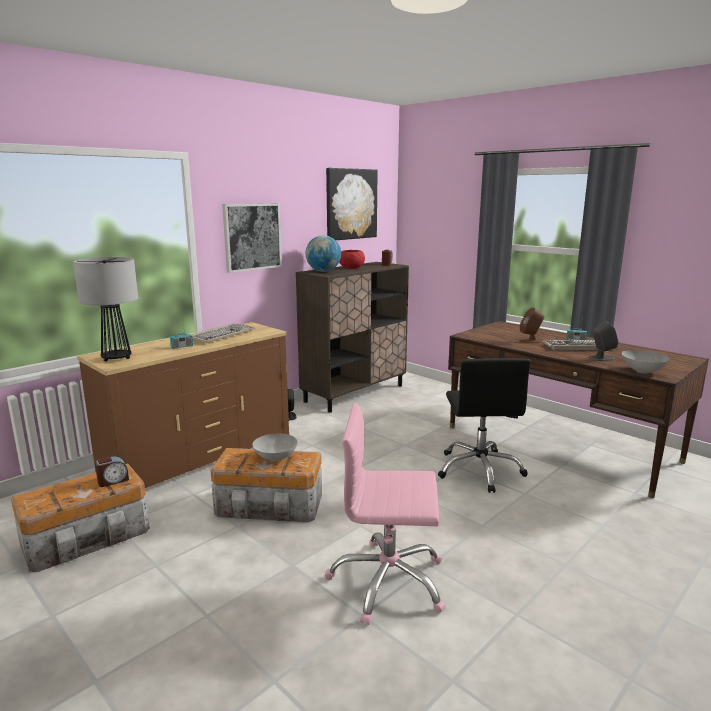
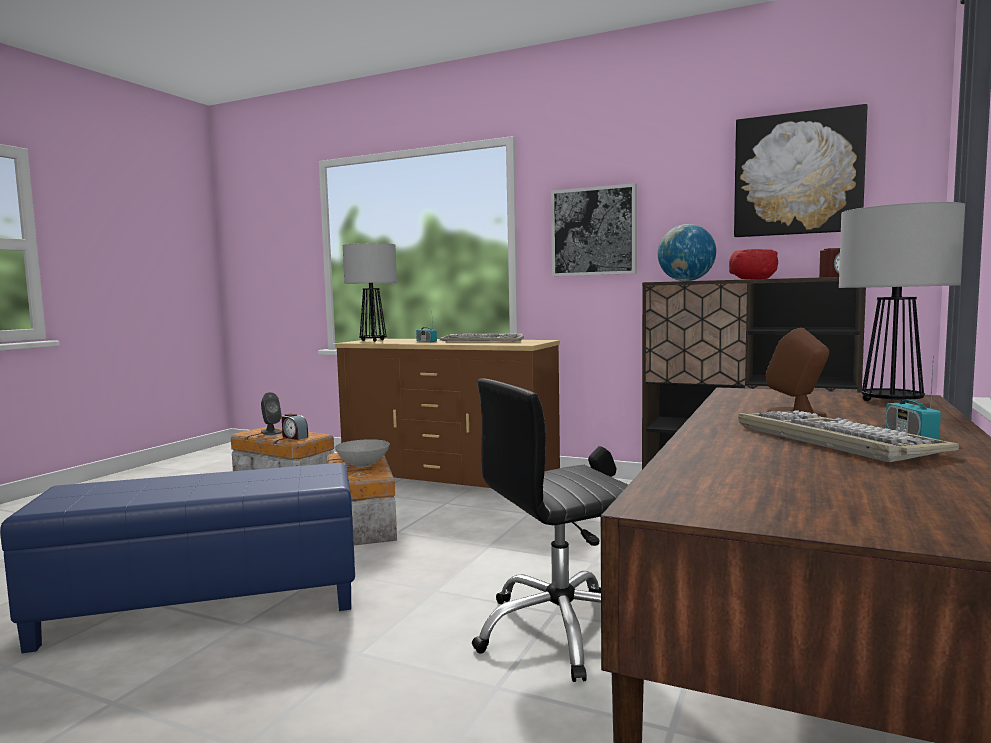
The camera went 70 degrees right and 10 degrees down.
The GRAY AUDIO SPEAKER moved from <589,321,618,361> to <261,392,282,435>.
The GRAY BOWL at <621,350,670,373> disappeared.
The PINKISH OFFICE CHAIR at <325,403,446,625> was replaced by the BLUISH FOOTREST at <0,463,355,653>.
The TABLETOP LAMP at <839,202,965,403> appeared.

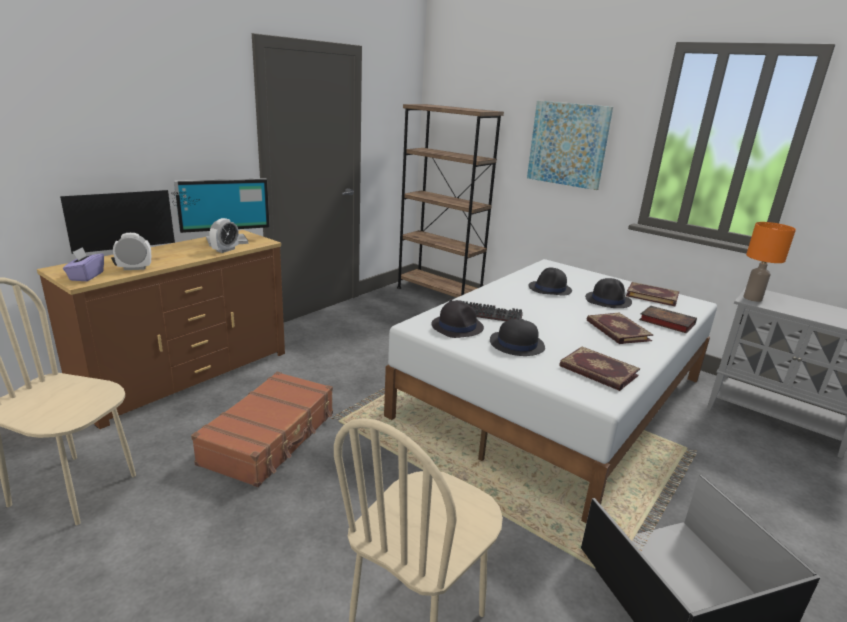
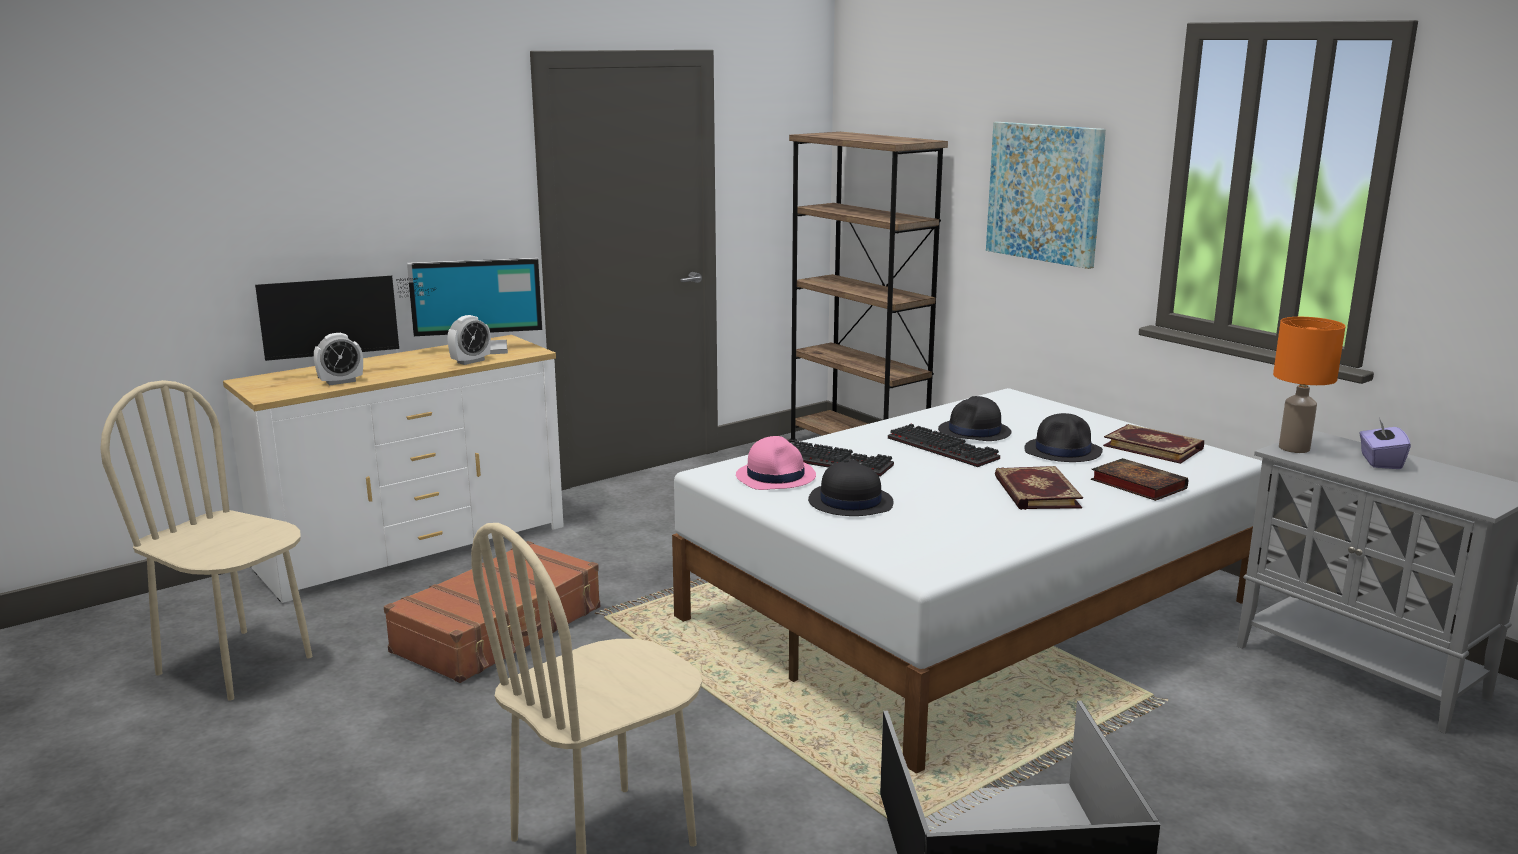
The camera went 15 degrees right and 5 degrees down.
The BROWN CHEST OF DRAWERS at <37,230,285,429> became the WHITE-COLOURED CHEST OF DRAWERS at <223,335,564,603>.
The TABLE CLOCK at <113,233,151,270> turned 150 degrees clockwise.
The PURPLE-COLOURED BOX OF TISSUES moved from <63,247,104,281> to <1359,418,1411,469>.
The BLACK WEARABLE HAT at <432,300,484,338> became the PINKISH WEARABLE HAT at <736,436,816,490>.
The BOOK at <560,347,640,391> disappeared.
The PC KEYBOARD at <888,424,1000,467> appeared.

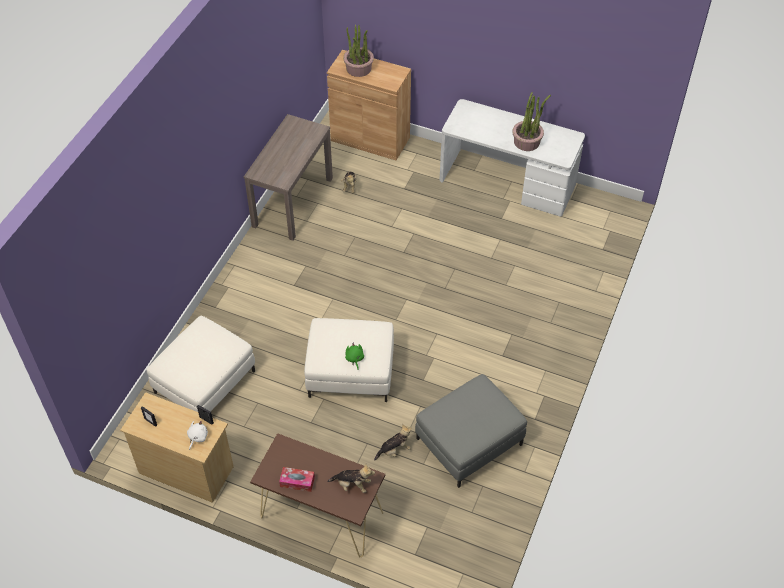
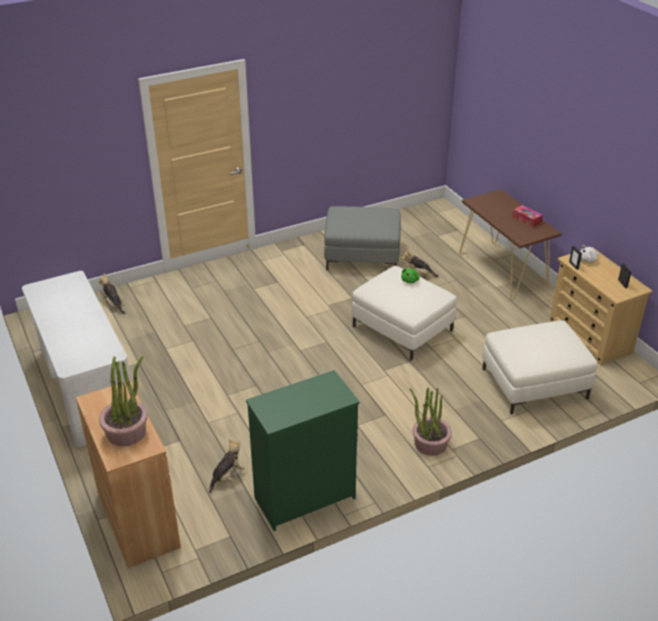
The camera went 140 degrees left and 15 degrees down.
The HOUSEPLANT moved from <512,92,551,151> to <410,388,452,456>.
The BROWN CONSOLE TABLE at <244,114,333,241> was replaced by the GREEN CHEST OF DRAWERS at <246,370,360,531>.
The PLUSH TOY moved from <327,464,375,493> to <99,273,126,314>.

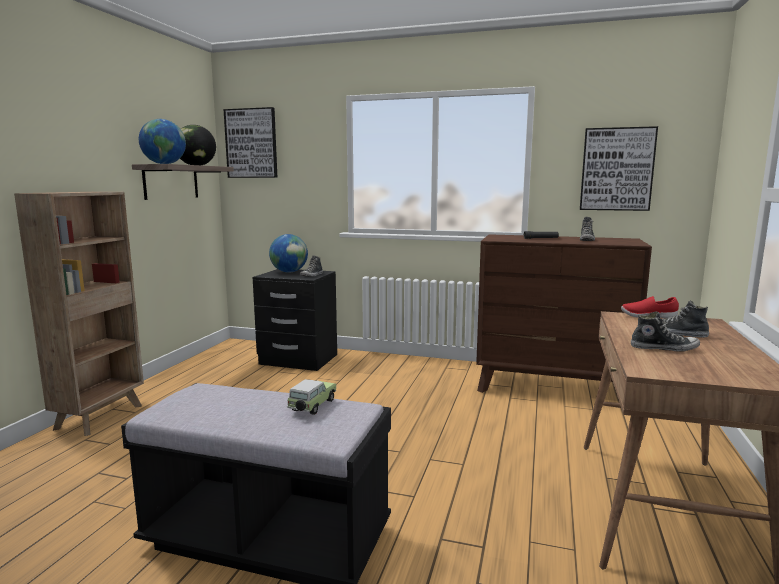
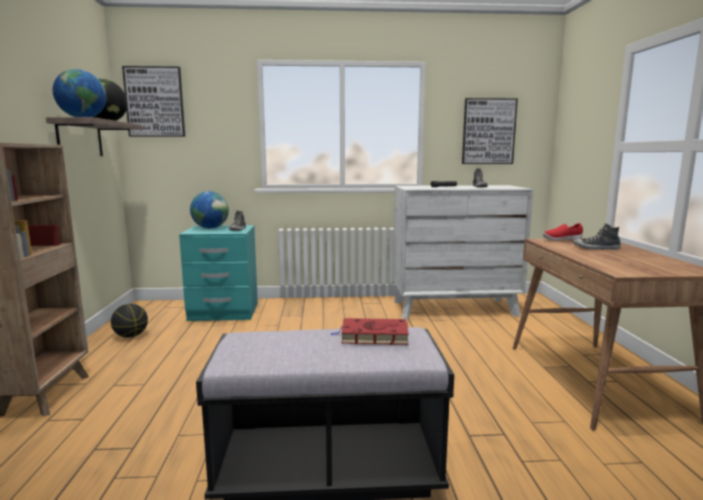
The camera went 20 degrees left and 0 degrees up.
The BROWN CHEST OF DRAWERS at <476,234,652,393> became the WHITE-COLOURED CHEST OF DRAWERS at <393,185,534,319>.
The BLACK NIGHT TABLE at <253,269,337,371> became the BLUE-GREEN NIGHT TABLE at <179,225,258,321>.
The LOW SHOE at <631,311,700,352> disappeared.
The MINIATURE CAR at <287,379,336,415> was replaced by the RED-COLOURED BOOK at <331,318,409,345>.
The BASKETBALL at <111,304,148,338> appeared.

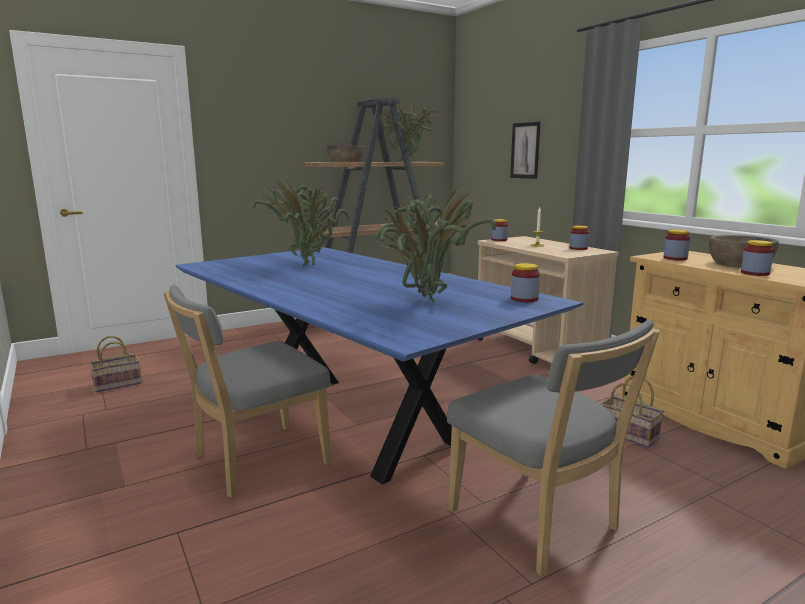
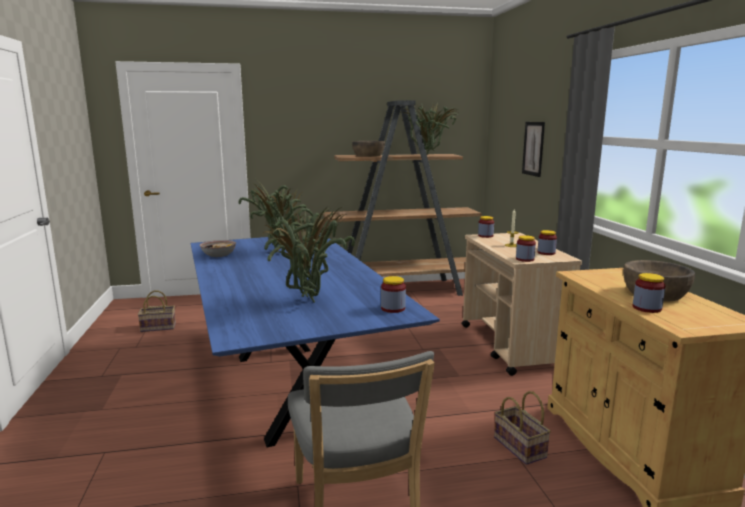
The camera went 20 degrees right and 0 degrees up.
The PRESERVE JAR moved from <664,230,690,261> to <516,235,536,262>.
The GRAY PLAIN CHAIR at <163,285,331,498> disappeared.
The BOWL at <200,240,236,257> appeared.

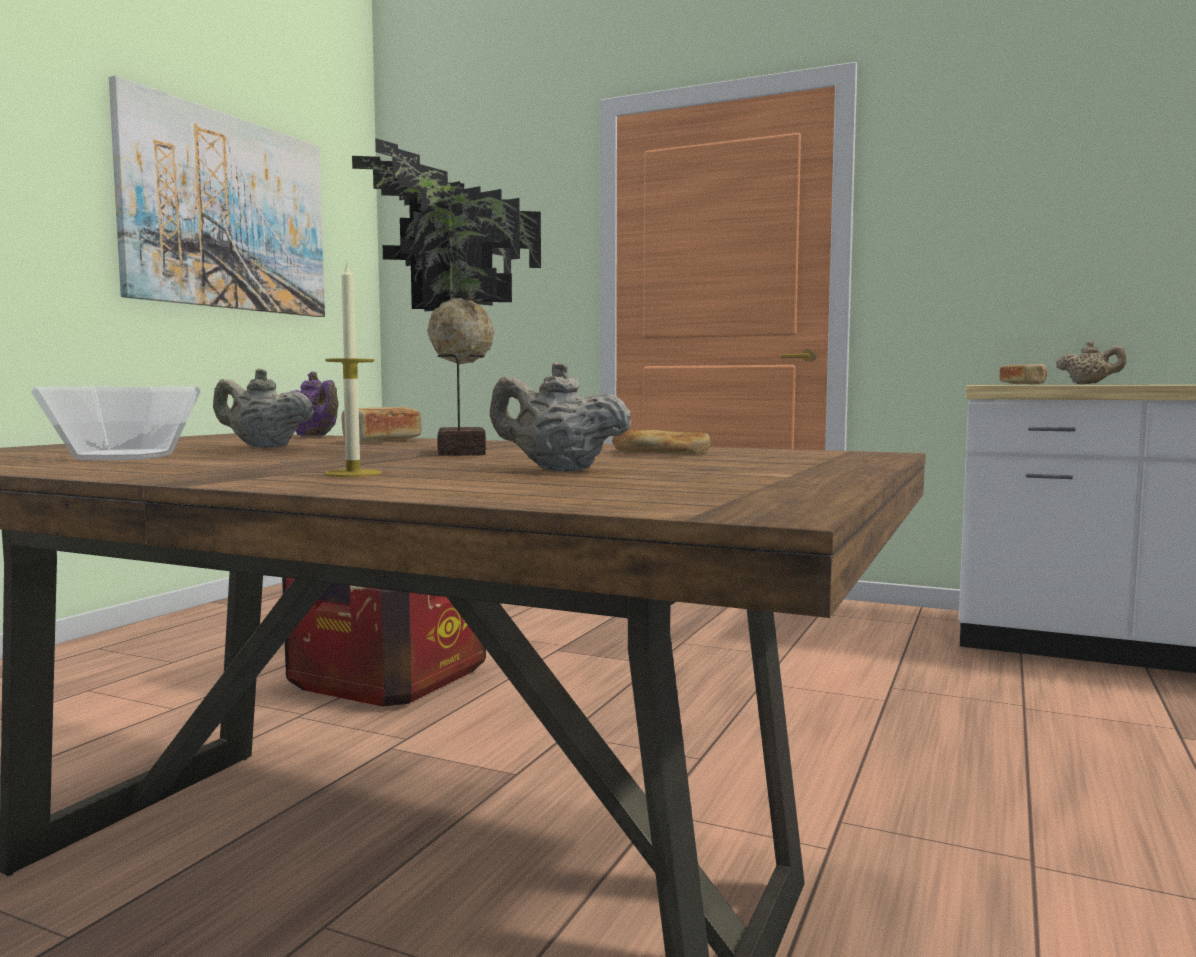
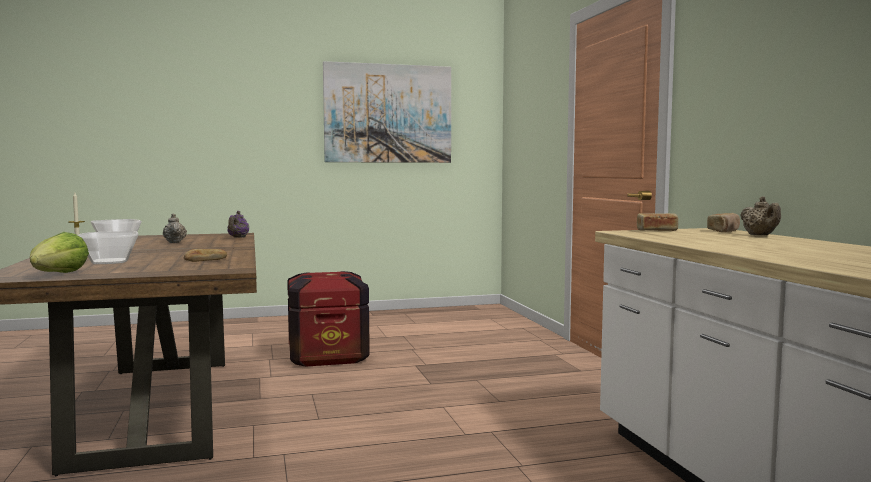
The camera went 50 degrees right and 0 degrees up.
The HOUSEPLANT at <352,138,541,456> disappeared.
The BEIGE TEAPOT at <490,362,632,472> was replaced by the BOWL at <78,231,138,264>.
The BREAD moved from <341,407,422,441> to <637,213,678,231>.
The HEAD OF LETTUCE at <30,232,89,273> appeared.

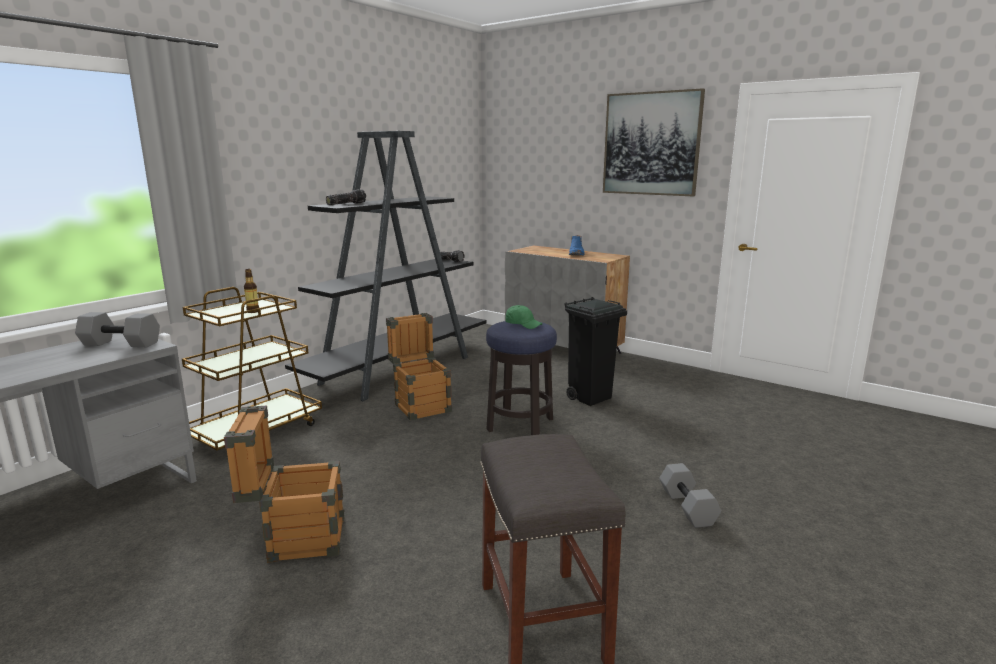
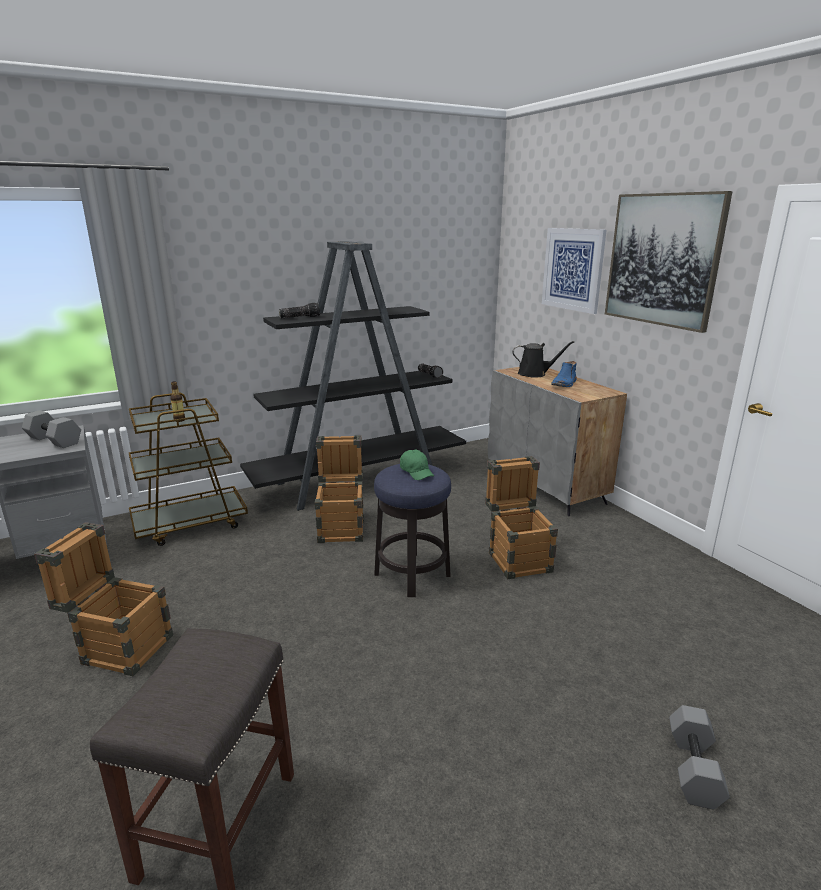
The camera went 25 degrees right and 5 degrees up.
The BLACK WASTE BIN at <564,297,627,406> was replaced by the PACKING CRATE at <485,456,558,579>.
The GRAY DUMBBELL moved from <659,463,721,528> to <669,705,730,810>.
The WALL ART at <542,228,607,314> appeared.
The BLACK WATERING CAN at <512,341,575,378> appeared.

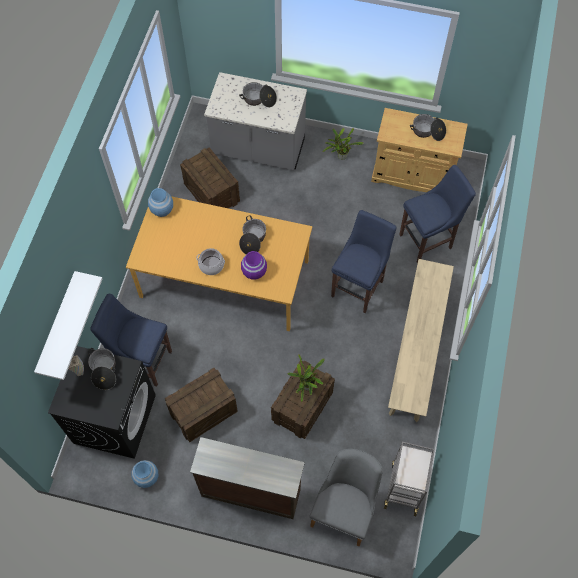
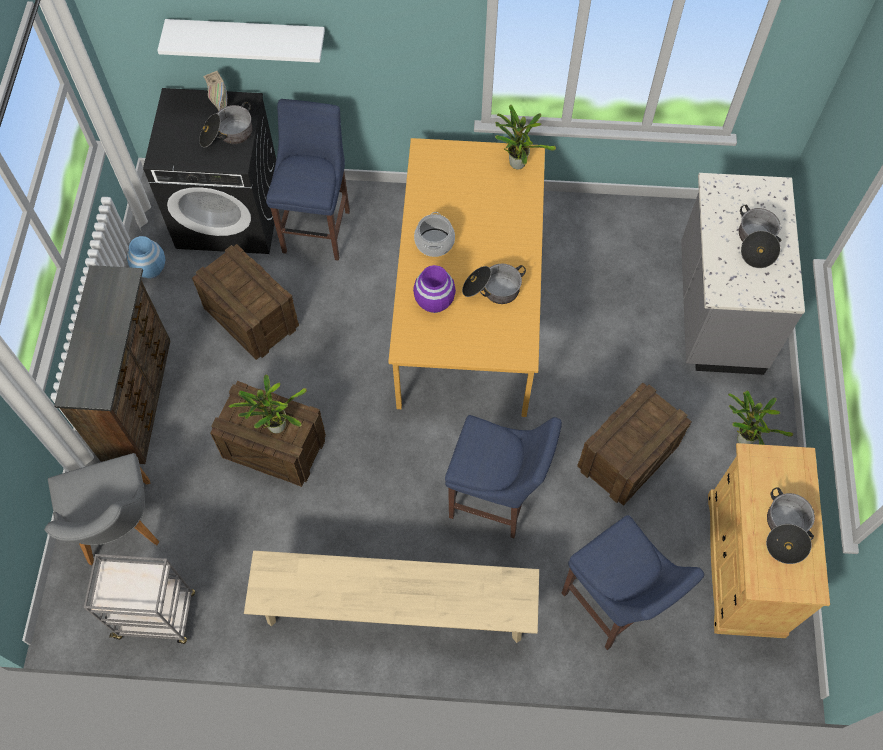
The camera went 80 degrees right and 0 degrees up.
The PACKING CRATE moved from <180,147,240,208> to <577,383,692,506>.
The BLUISH DECORATIVE VASE at <148,188,173,217> was replaced by the HOUSEPLANT at <495,105,556,169>.
The GRAY PLAIN CHAIR at <309,449,383,546> turned 60 degrees clockwise.

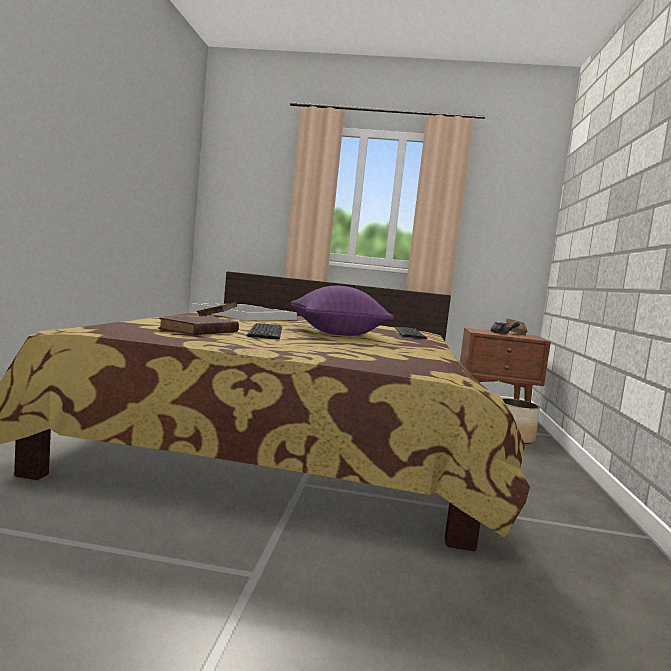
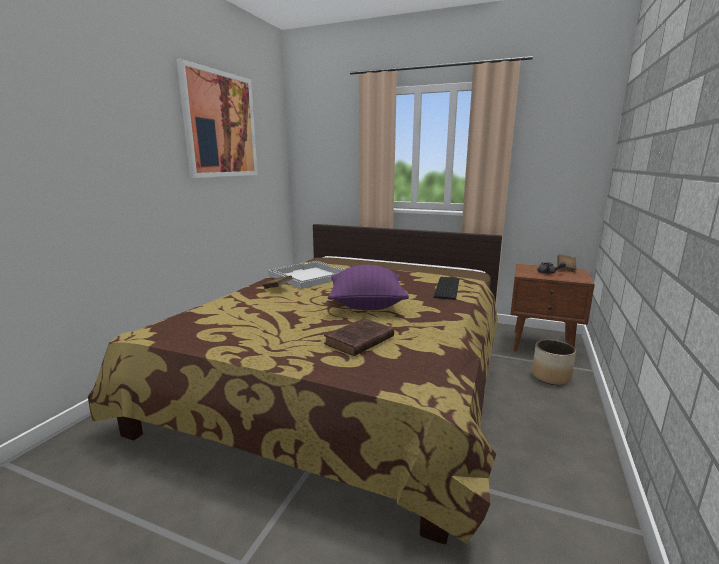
The camera went 15 degrees right and 10 degrees up.
The BROWN BOOK moved from <158,316,239,335> to <324,318,394,356>.
The PC KEYBOARD at <247,323,282,340> disappeared.
The WALL ART at <177,59,258,178> appeared.

